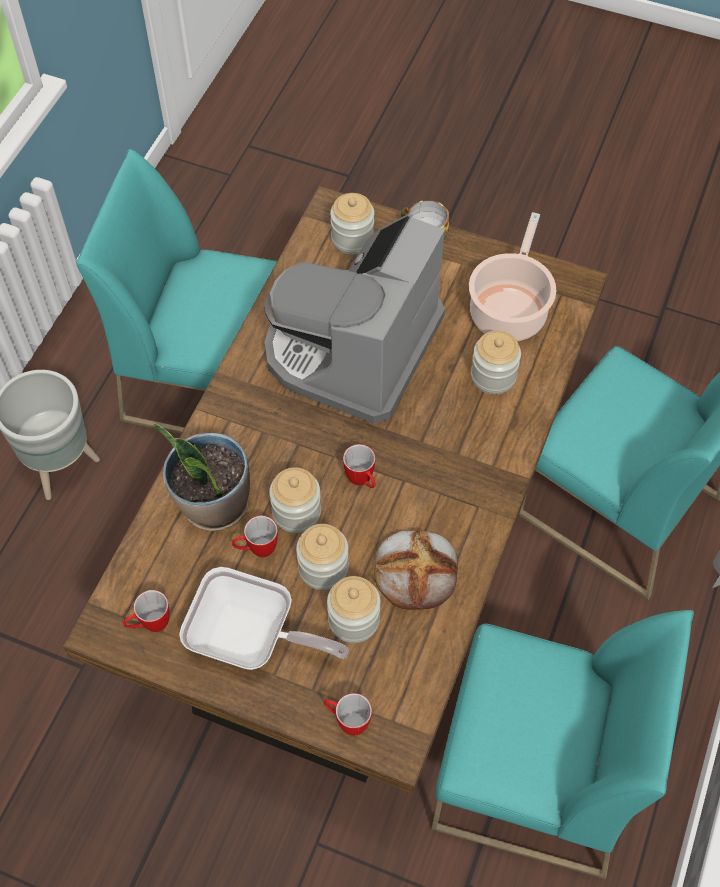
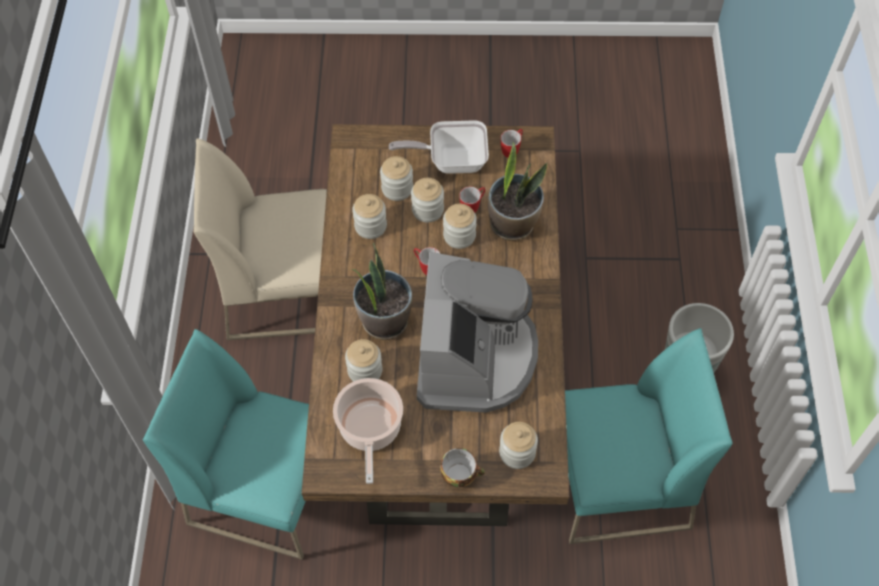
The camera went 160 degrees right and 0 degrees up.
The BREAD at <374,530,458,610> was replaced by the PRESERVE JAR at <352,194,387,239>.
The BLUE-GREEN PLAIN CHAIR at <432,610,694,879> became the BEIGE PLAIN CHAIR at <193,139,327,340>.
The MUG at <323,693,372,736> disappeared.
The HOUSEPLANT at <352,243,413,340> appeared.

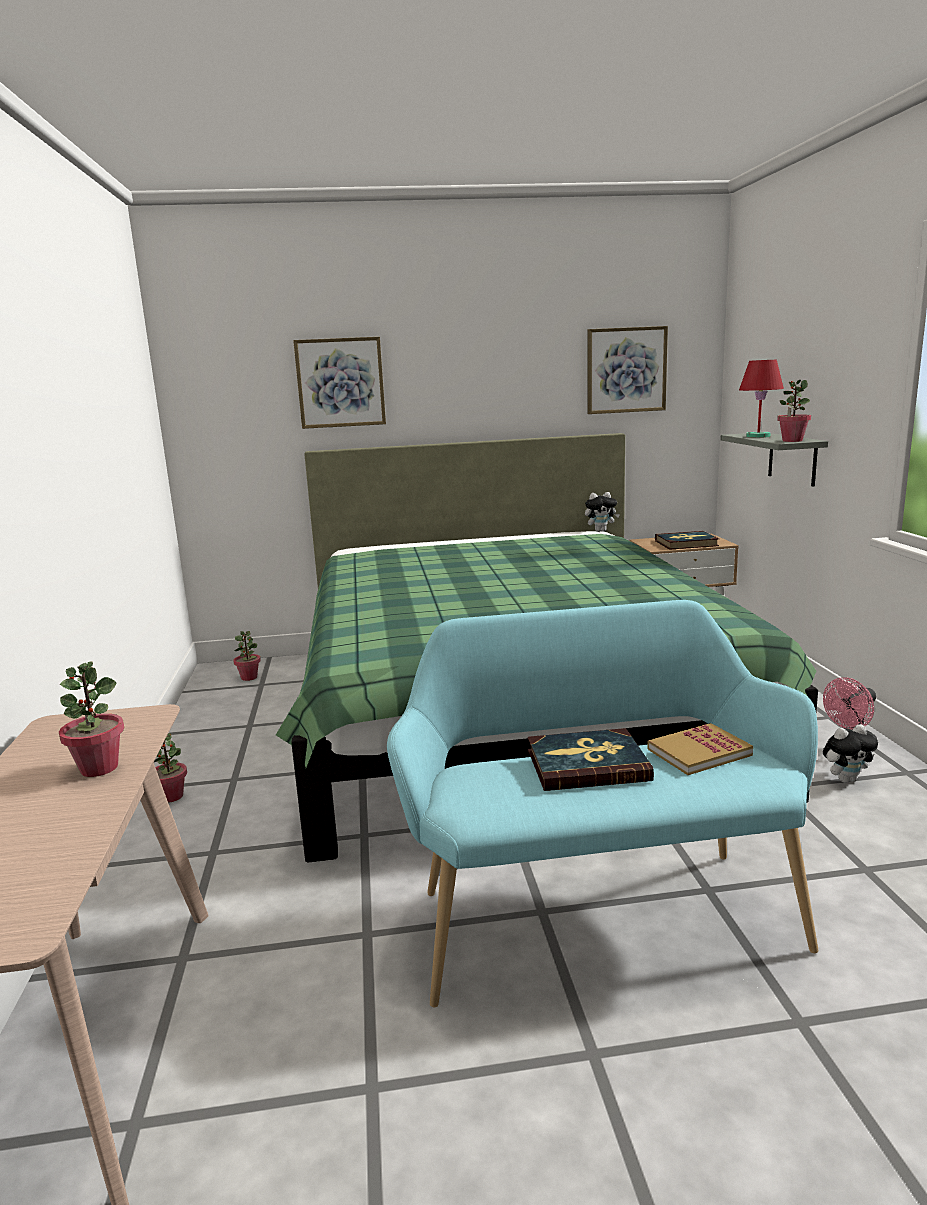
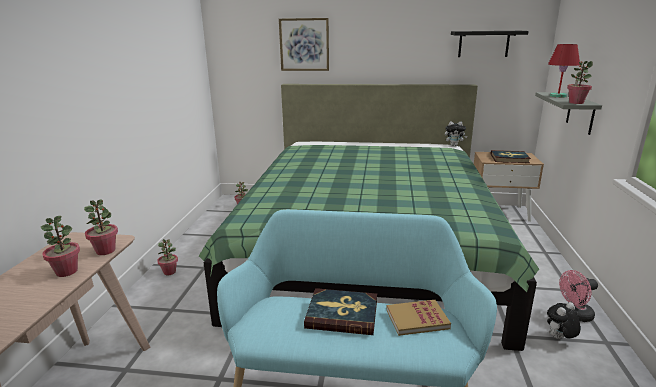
The camera went 15 degrees right and 5 degrees up.
The WALL ART at <587,326,668,414> was replaced by the BLACK BRACKET SHELF at <451,31,529,57>.
The PLUSH TOY at <823,724,878,783> turned 150 degrees clockwise.
The HOUSEPLANT at <84,199,118,255> appeared.

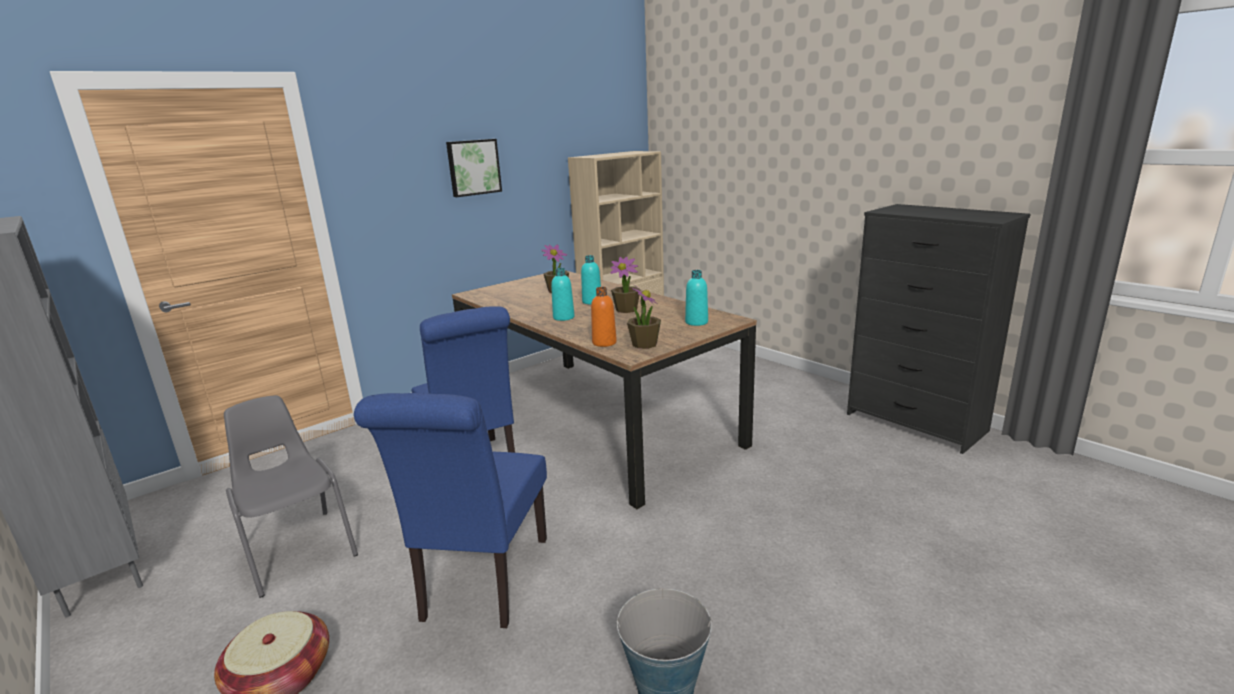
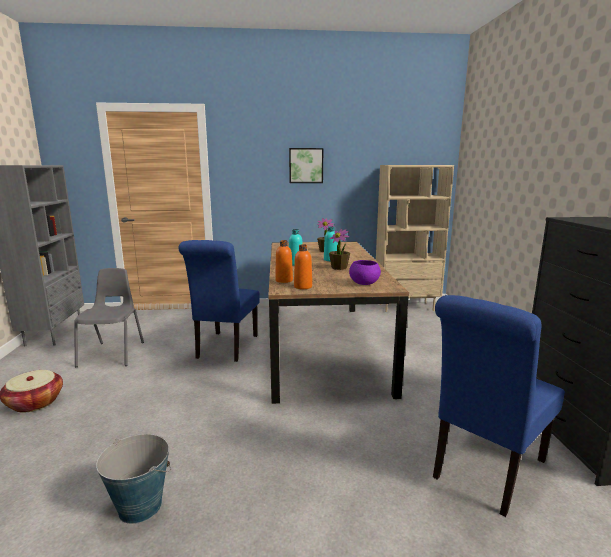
The camera went 35 degrees right and 5 degrees down.
The BLUE-GREEN BEVERAGE BOTTLE at <685,270,708,326> was replaced by the PURPLE-COLOURED BOWL at <349,260,381,285>.
The HOUSEPLANT at <627,284,661,349> was replaced by the ORANGEY BEVERAGE BOTTLE at <294,244,312,289>.
The BLUISH PLAIN CHAIR moved from <354,393,547,628> to <433,295,565,517>.

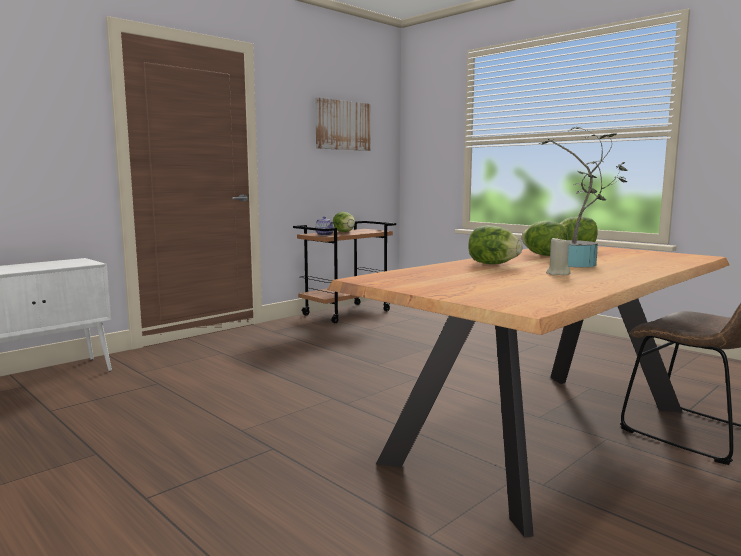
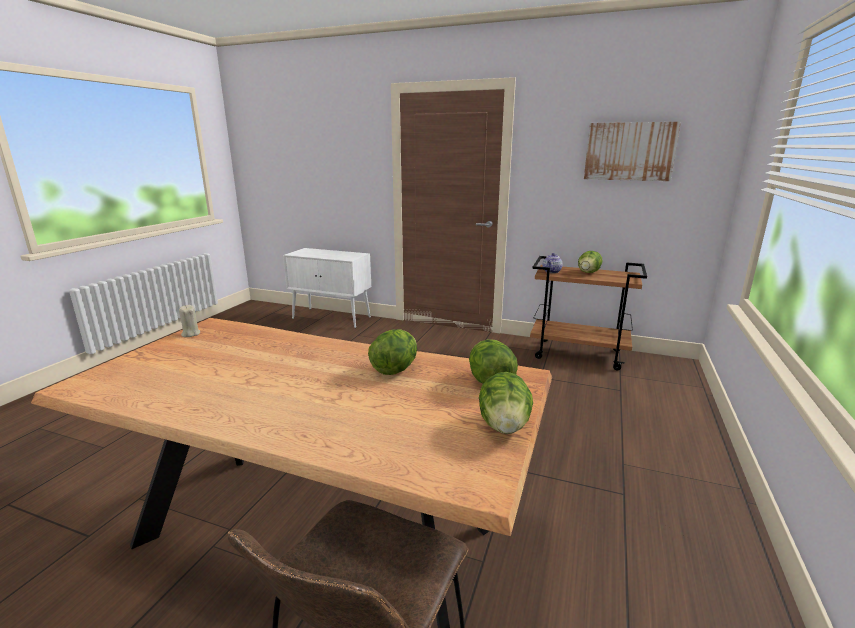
The camera went 65 degrees right and 10 degrees up.
The HOUSEPLANT at <539,126,627,267> disappeared.
The HEAD OF LETTUCE moved from <468,225,522,264> to <479,372,533,434>.
The BEIGE CANDLE moved from <546,237,571,275> to <179,305,200,337>.

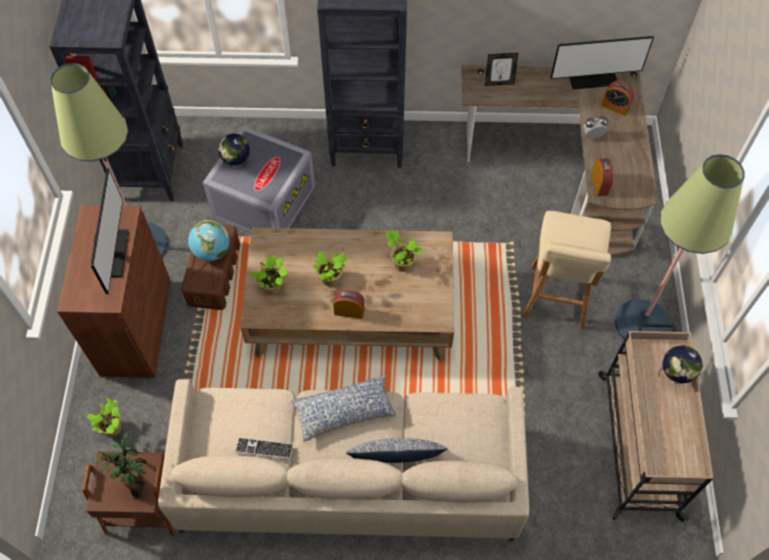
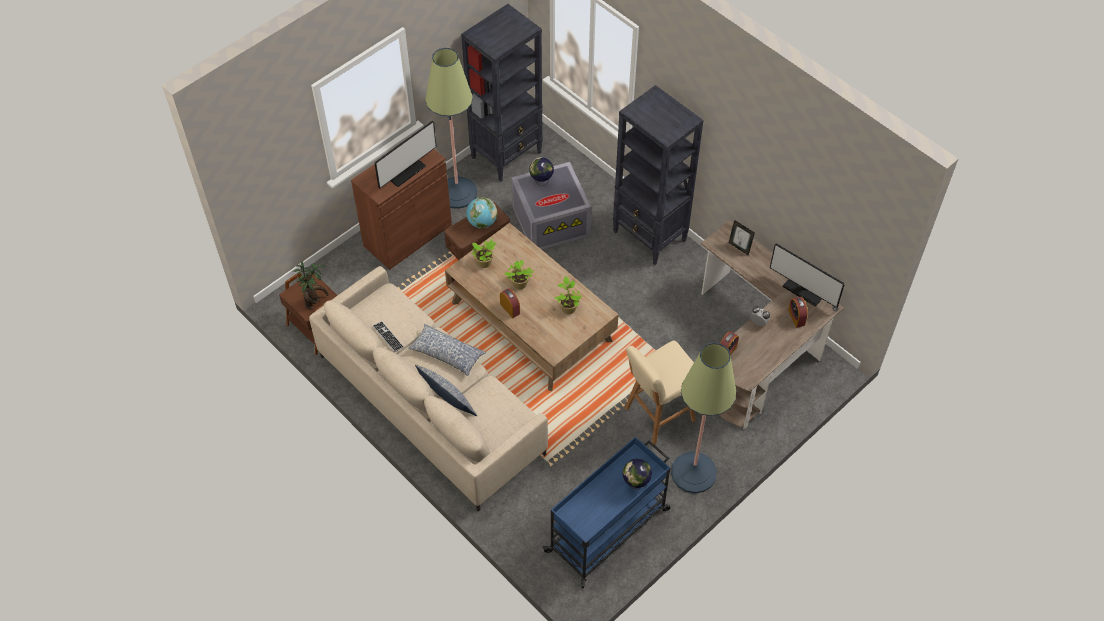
The camera went 45 degrees right and 5 degrees down.
The BEIGE CART at <599,324,714,522> became the BLUISH CART at <543,437,670,588>.
The HOUSEPLANT at <86,398,122,436> disappeared.

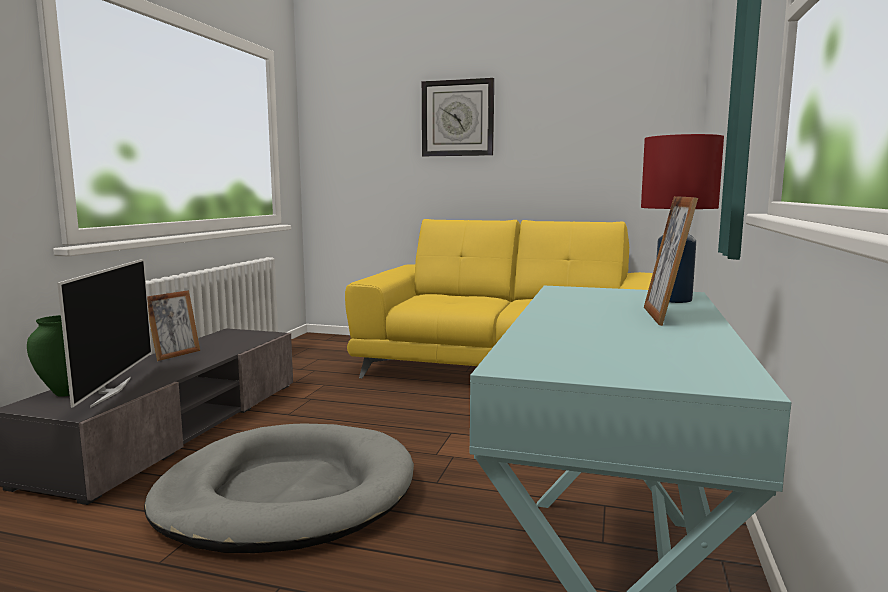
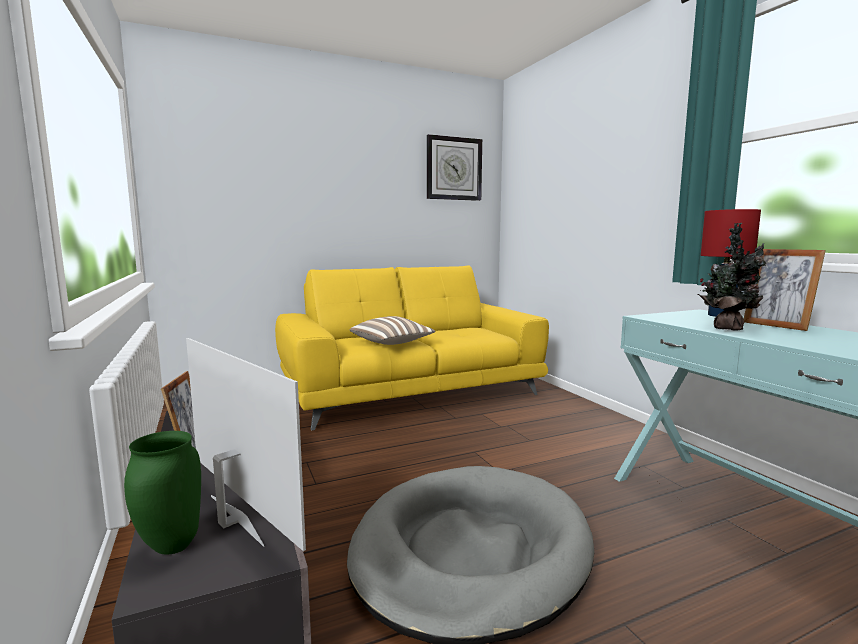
The camera went 40 degrees left and 0 degrees up.
The WALL CLOCK moved from <422,78,494,156> to <427,134,482,201>.
The HOUSEPLANT at <697,223,767,331> appeared.
The THROW PILLOW at <350,316,436,345> appeared.

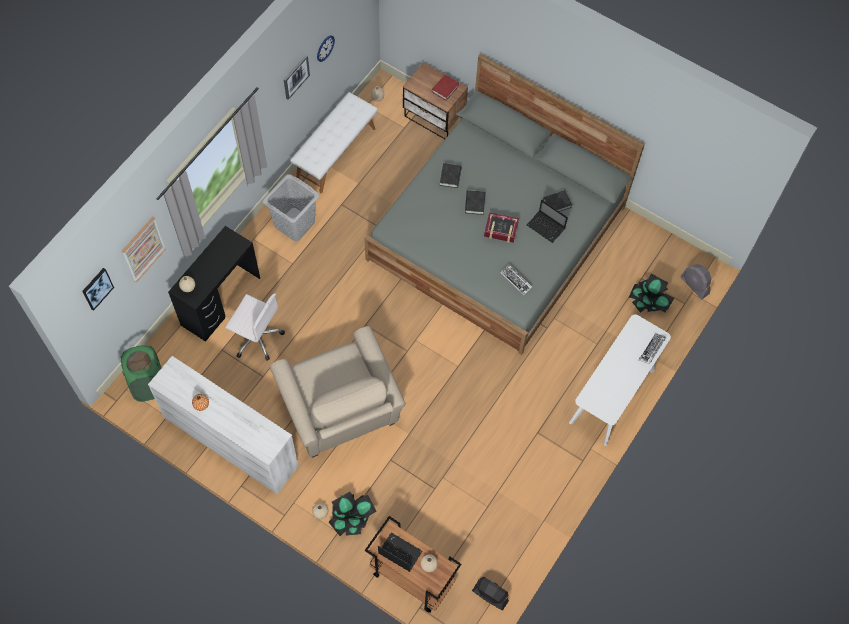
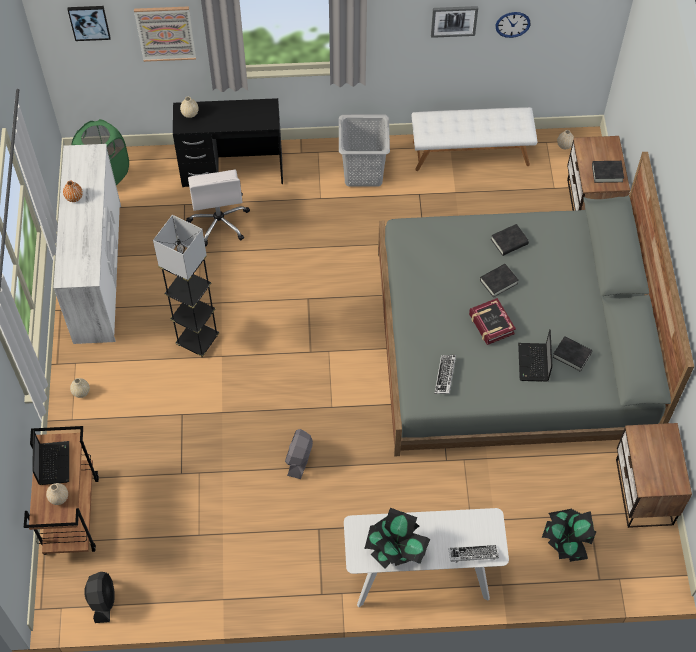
The camera went 55 degrees right and 5 degrees down.
The RED-COLOURED BOOK at <432,75,459,101> became the BLACK BOOK at <592,161,624,183>.
The GRAY COOLING FAN moved from <680,264,711,299> to <285,429,313,479>.
The BEIGE ARMCHAIR at <270,326,406,457> was replaced by the GRAY STANDING LAMP at <153,215,219,358>.
The HOUSEPLANT moved from <329,492,377,536> to <364,508,430,569>.
The NIGHT TABLE at <616,423,692,528> appeared.

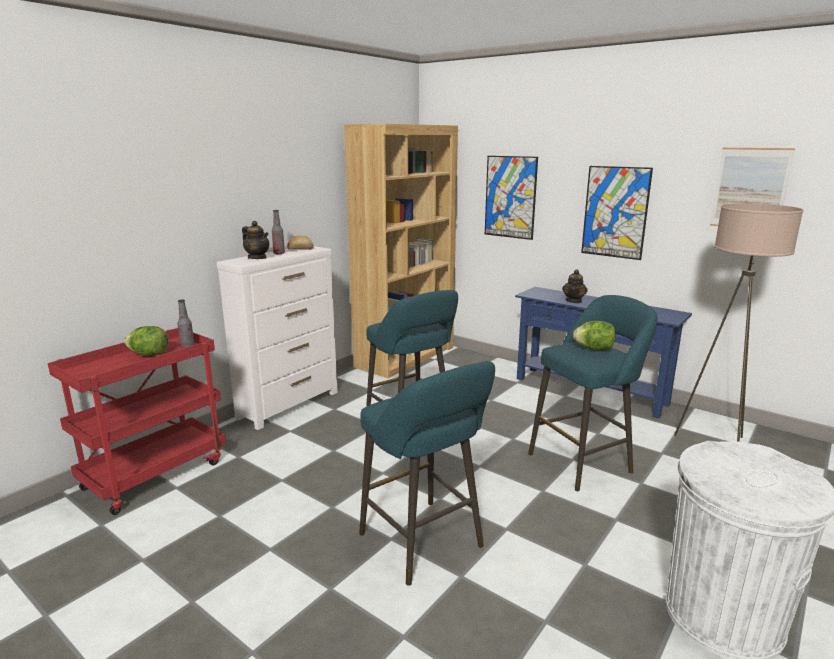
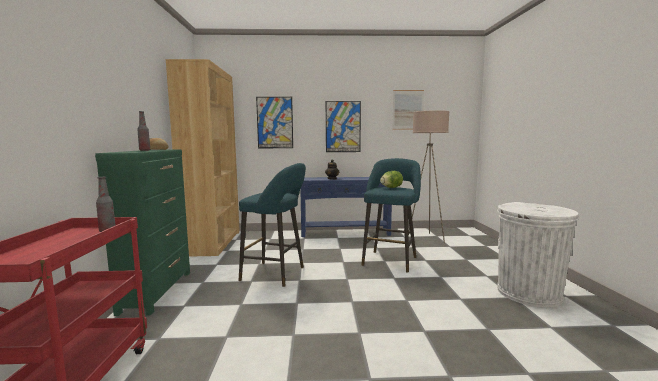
The camera went 40 degrees left and 10 degrees down.
The TEAPOT at <242,221,270,259> disappeared.
The WHITE-COLOURED CHEST OF DRAWERS at <217,246,338,430> became the GREEN CHEST OF DRAWERS at <95,149,190,316>.
The HEAD OF LETTUCE at <124,326,168,356> disappeared.
The BLUE-GREEN SITTING STOOL at <359,361,495,586> disappeared.

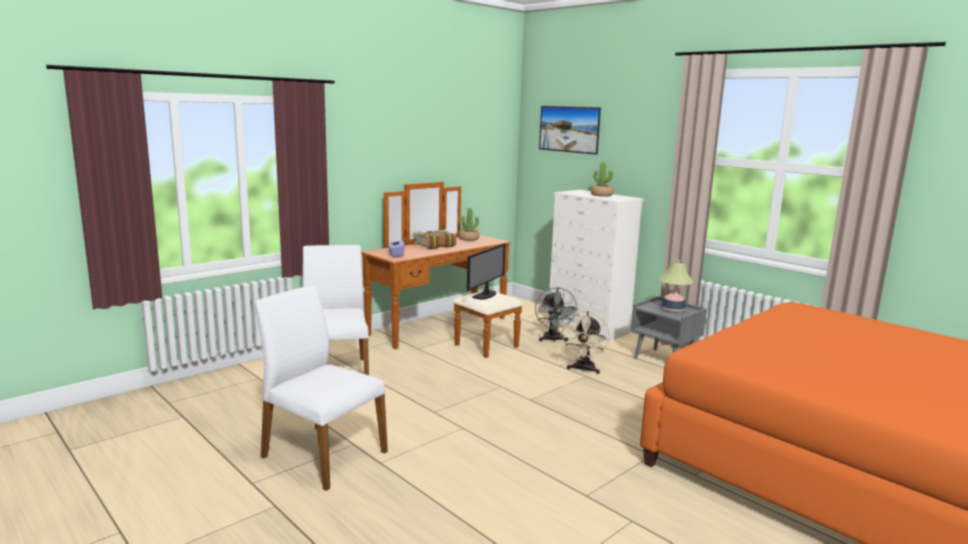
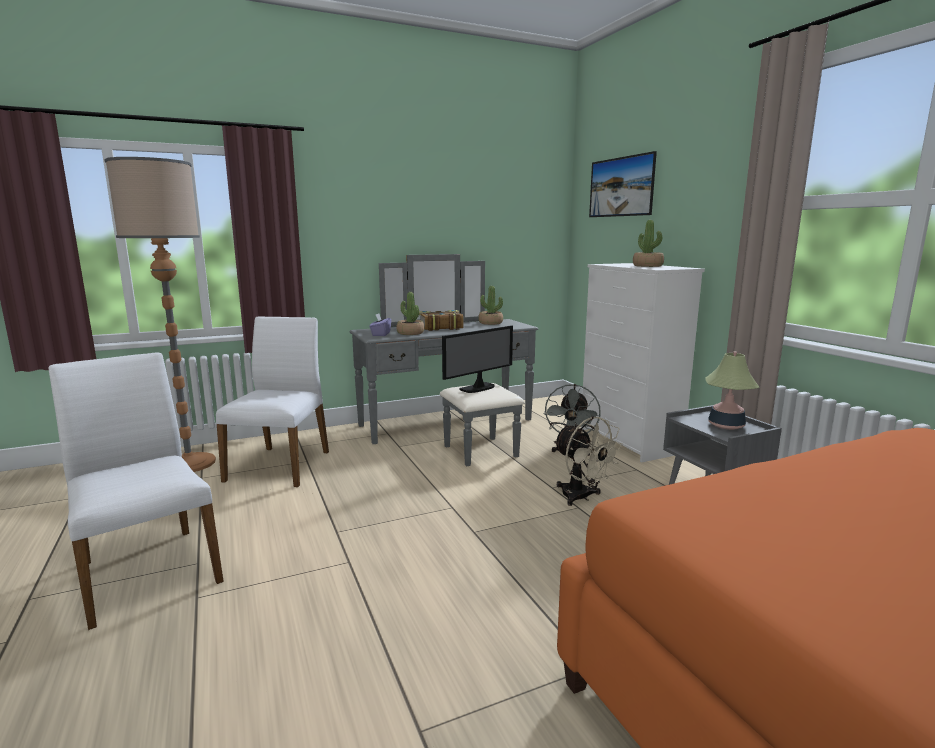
The camera went 20 degrees right and 0 degrees up.
The BROWN CHEST OF DRAWERS at <361,182,524,358> became the GRAY CHEST OF DRAWERS at <350,254,538,466>.
The BEIGE COOLING FAN at <560,311,609,374> turned 75 degrees counterclockwise.
The STANDING LAMP at <104,157,216,472> appeared.
The HOUSEPLANT at <396,292,424,335> appeared.

